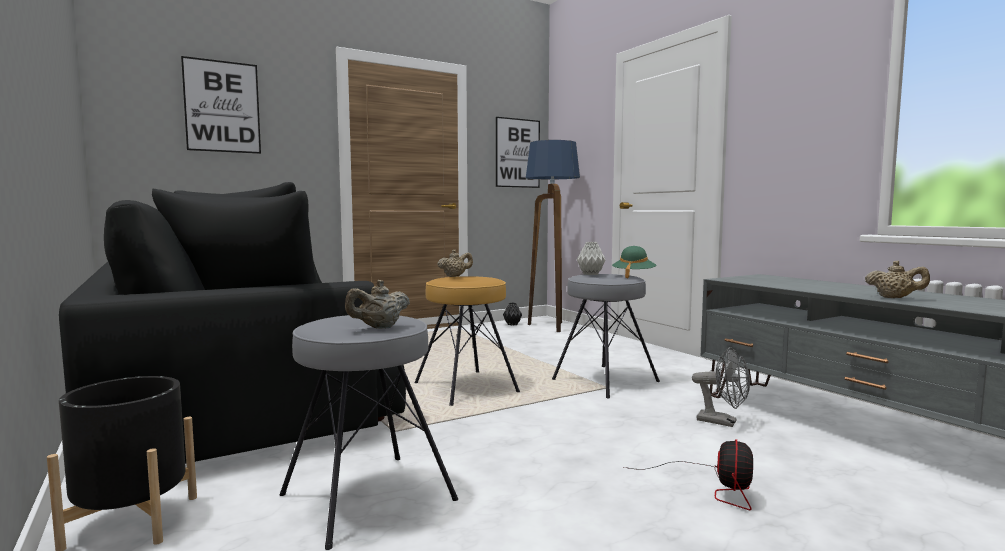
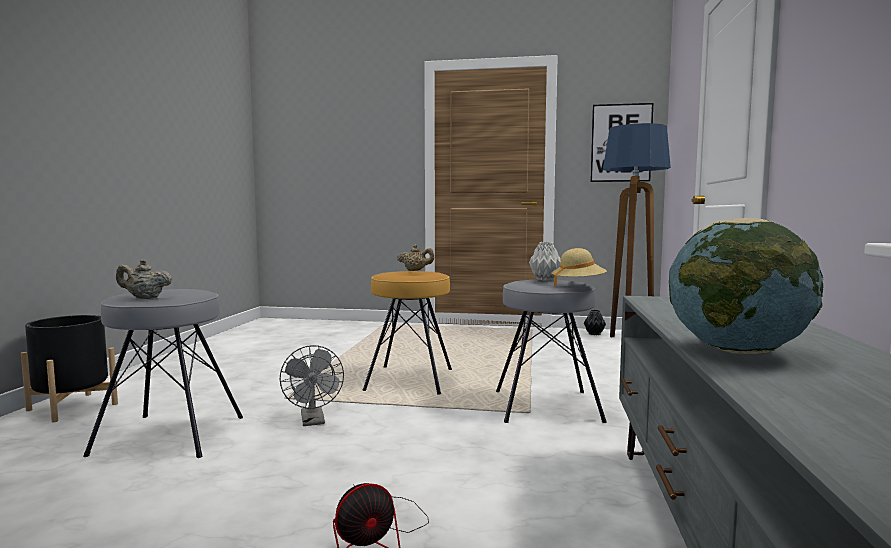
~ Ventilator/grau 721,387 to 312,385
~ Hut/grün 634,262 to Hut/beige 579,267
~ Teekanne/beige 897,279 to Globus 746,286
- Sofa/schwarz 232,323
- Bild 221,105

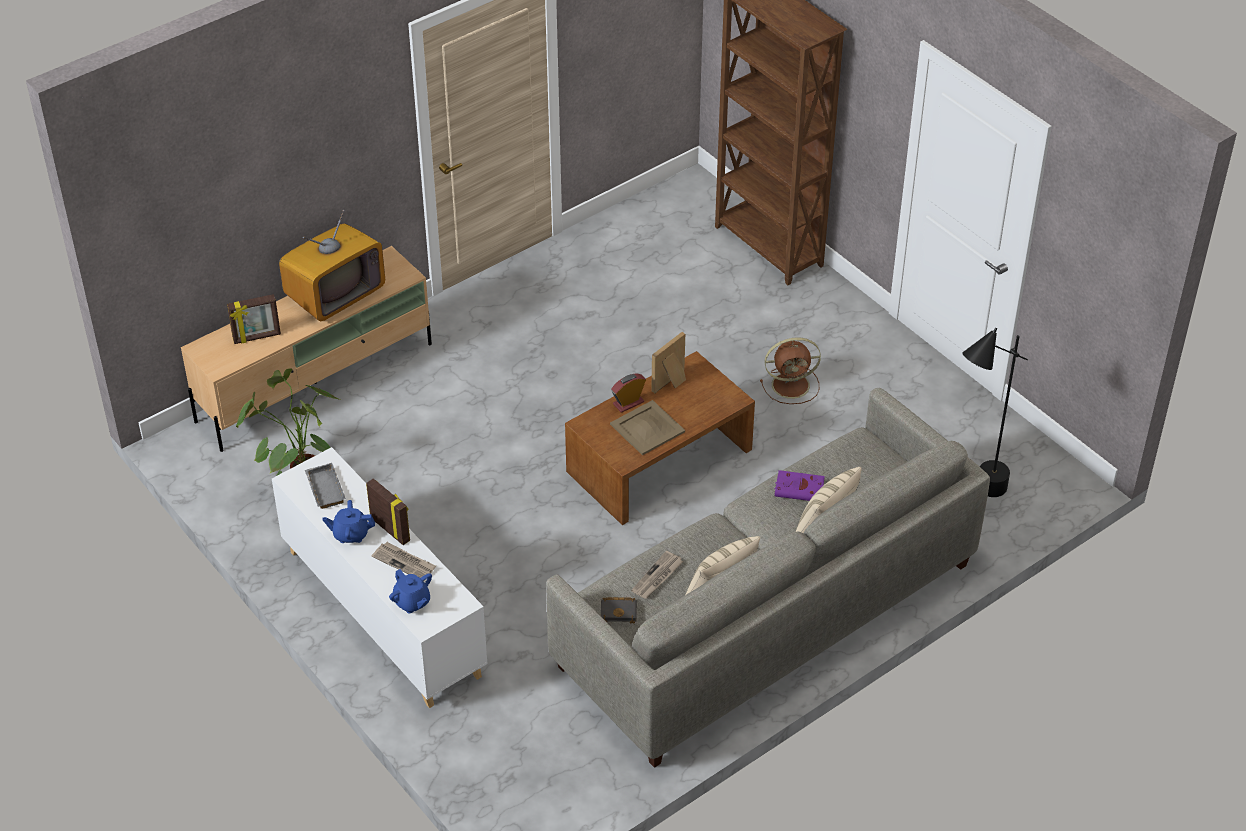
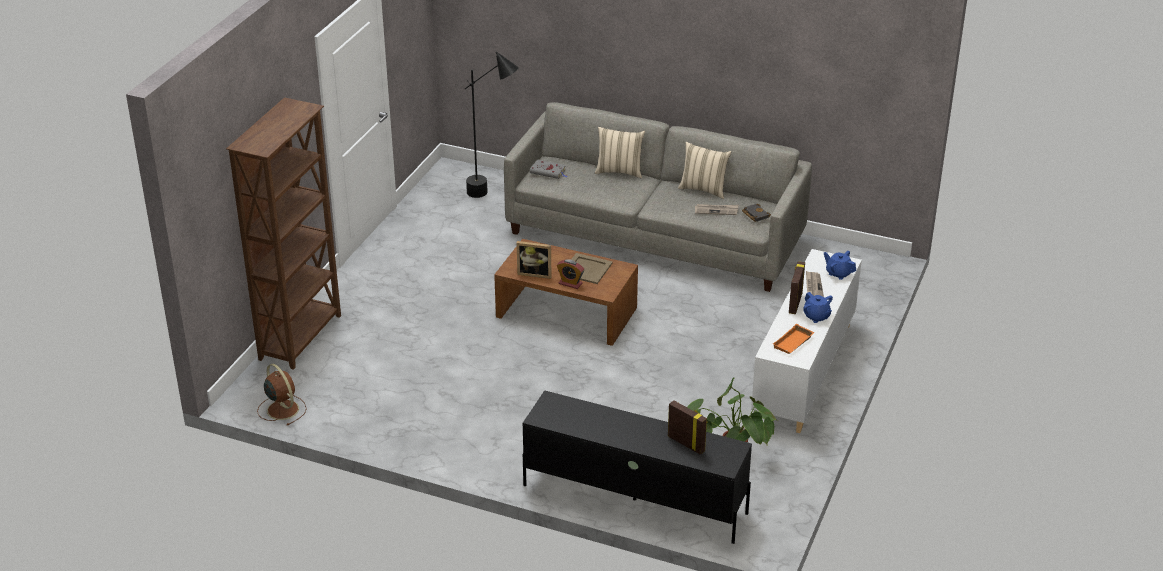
~ Ventilator/braun 790,370 to 282,394
~ Fernsehschrank/beige 306,349 to Fernsehschrank/schwarz 637,467
+ Buch/grau 548,169
~ Tablett/grau 325,486 to Tablett/orange 794,339
~ Teekanne/blau 410,591 = 840,265 75 degrees counterclockwise
- Fernseher 332,265
- Buch/lila 799,485

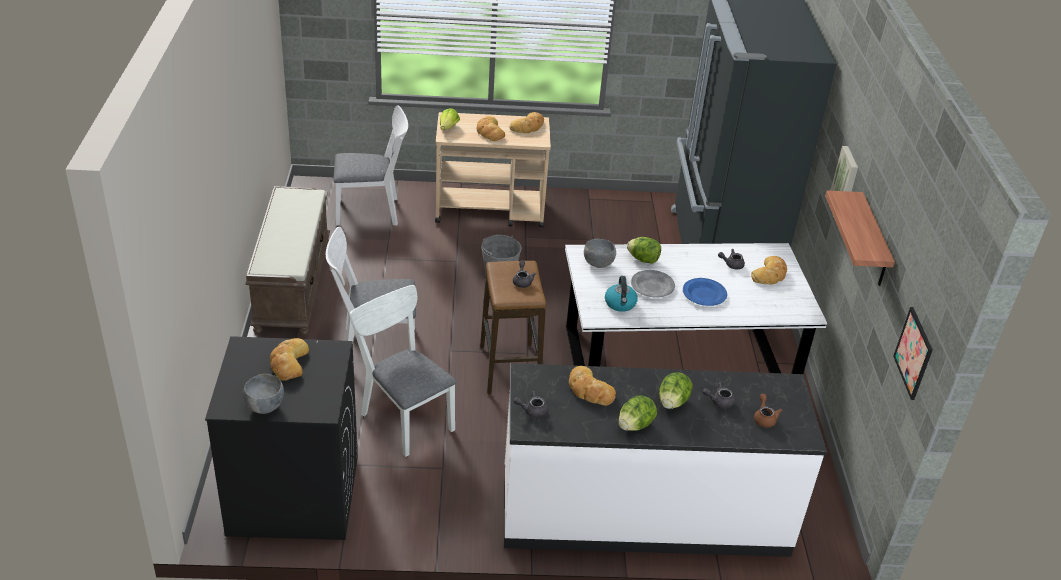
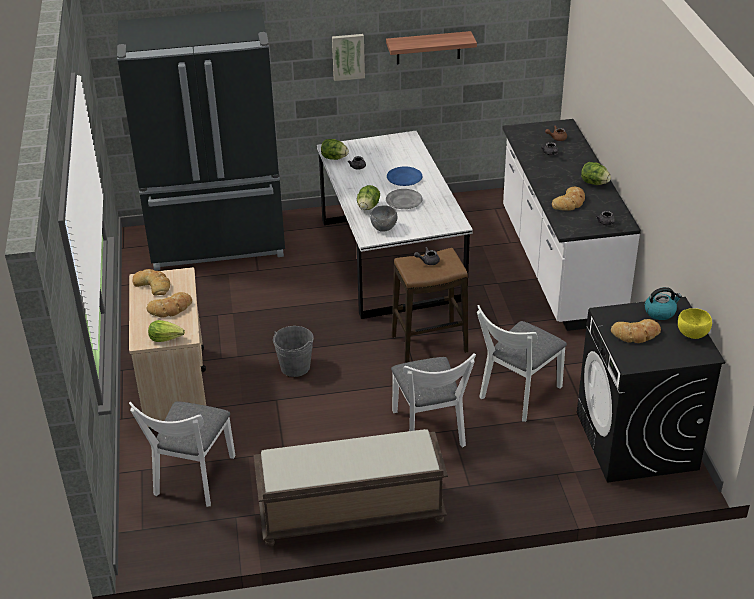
~ Stuhl/weiß 371,165 = 182,454 150 degrees counterclockwise
~ Salatkopf 676,390 to 335,149
~ Wasserkessel 621,294 to 663,303
~ Schüssel/grau 263,394 to Schüssel/gelb 695,323
- Brot 769,270
- Bild 913,353

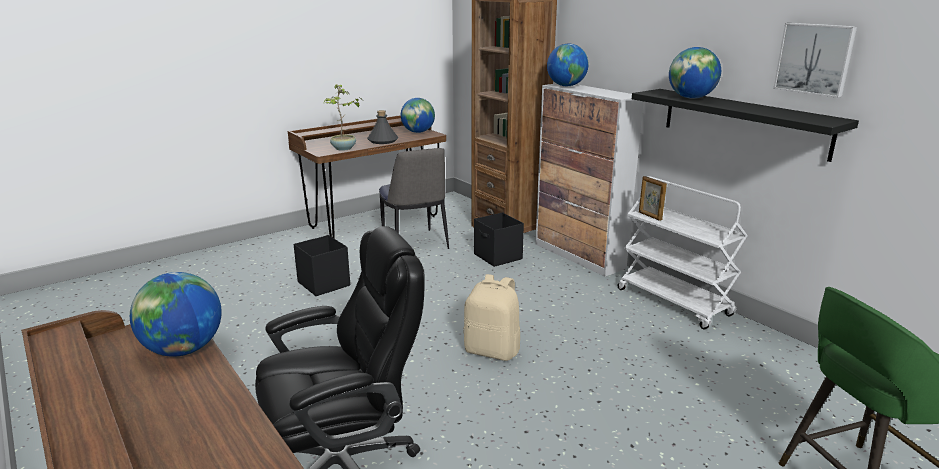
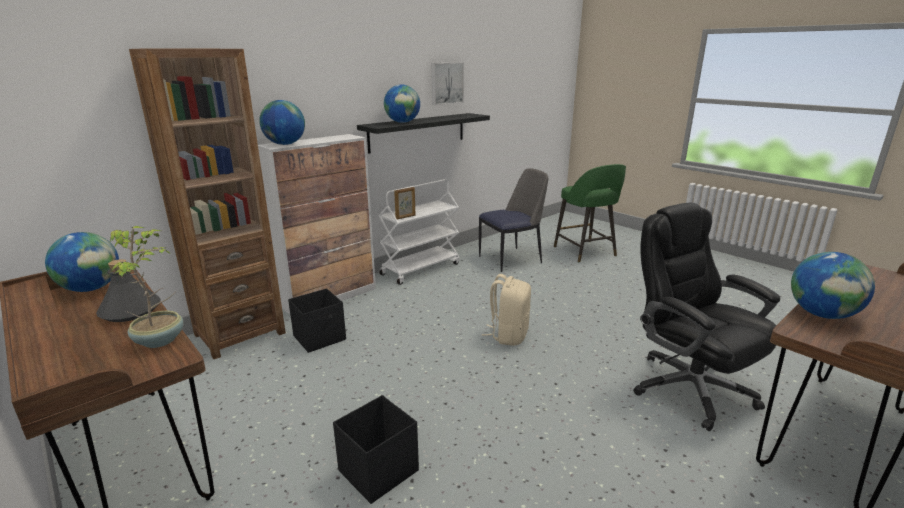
~ Stuhl 414,198 to 514,220

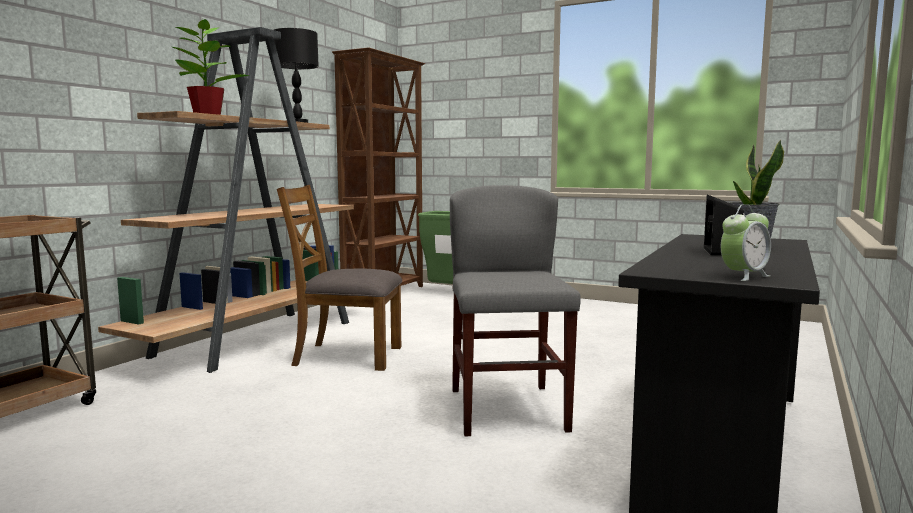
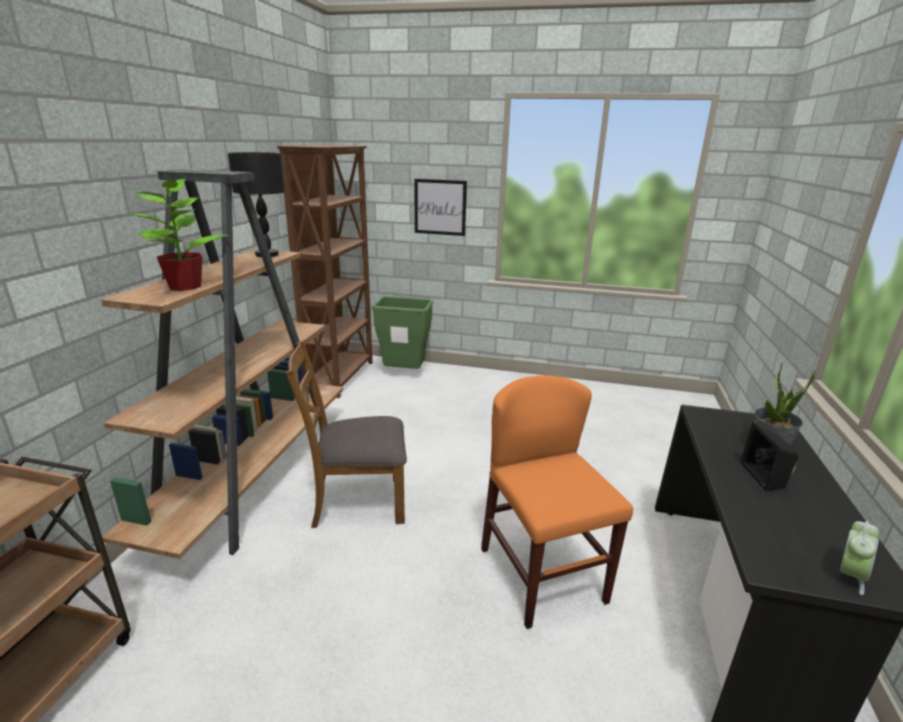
+ Bild 440,207
~ Stuhl/grau 515,310 to Stuhl/orange 557,502

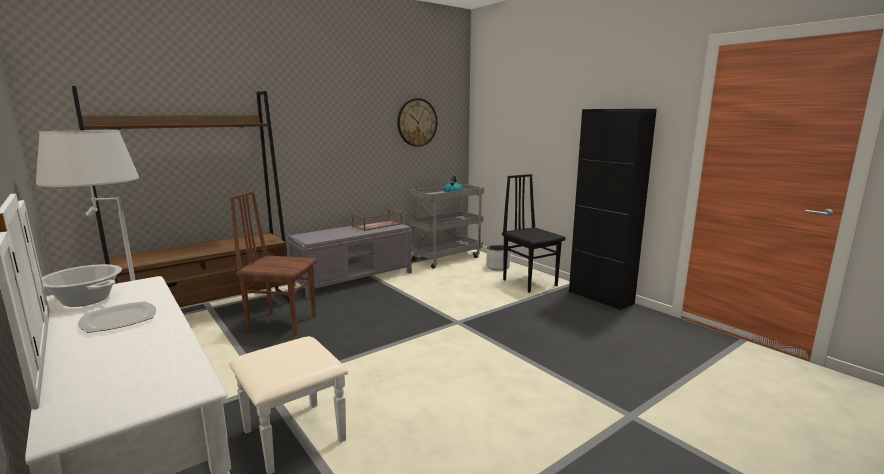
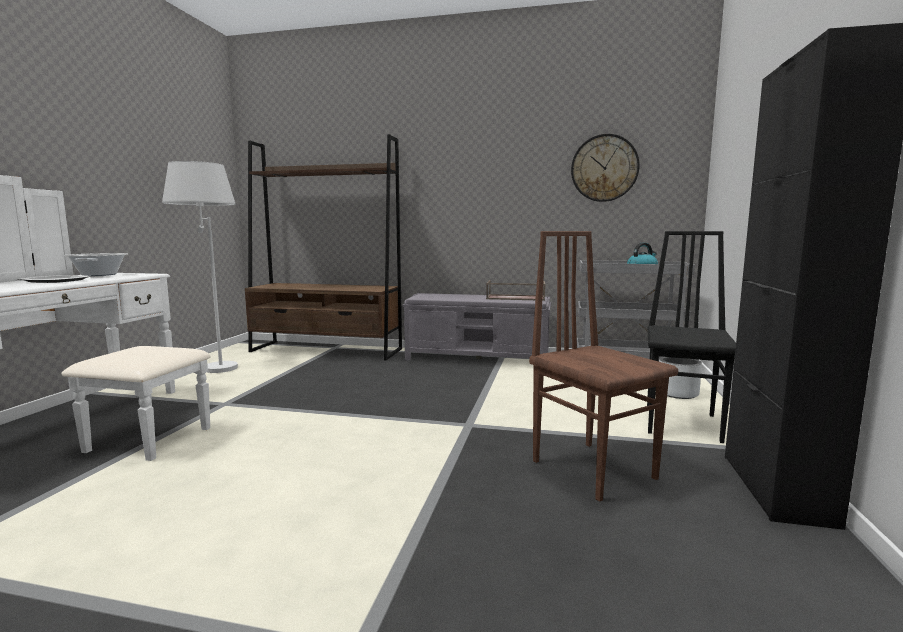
~ Stuhl/braun 273,263 to 603,366

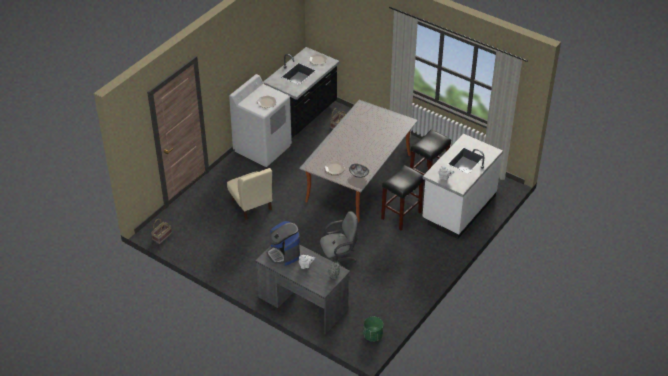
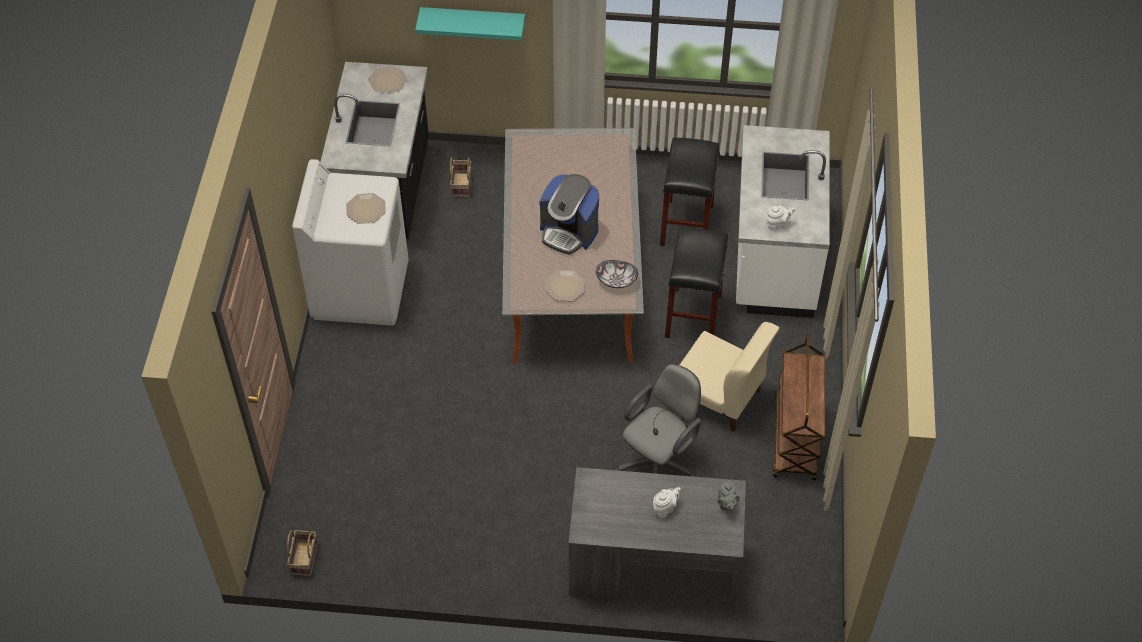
+ Wandregal/türkis 470,23
~ Kaffeemaschine 283,243 to 569,214
~ Stuhl/beige 249,194 to 729,377
+ Rollwagen/braun 799,407
- Pflanzkübel/grün 373,329

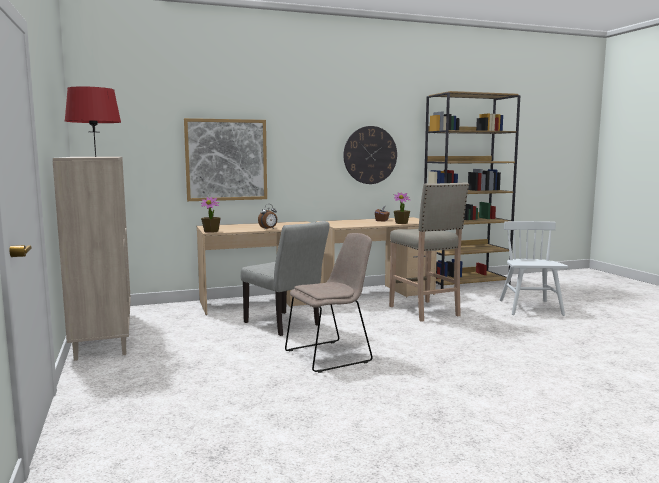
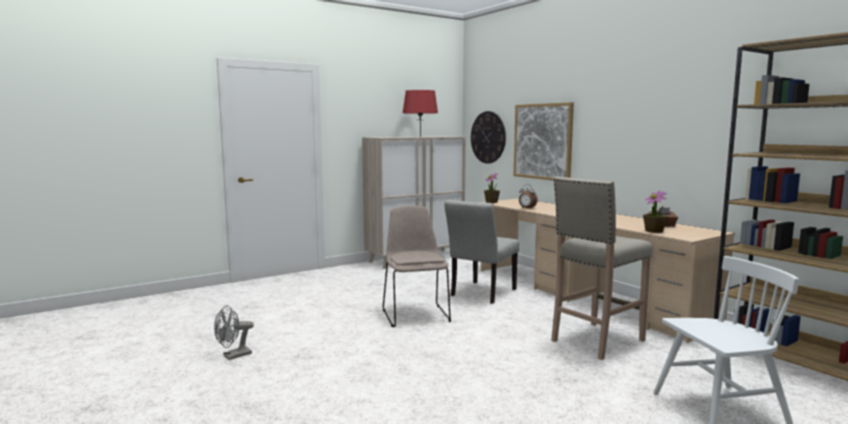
+ Ventilator/grau 234,332
~ Stuhl/beige 329,303 = 417,266 150 degrees counterclockwise
~ Wanduhr 370,155 to 488,137

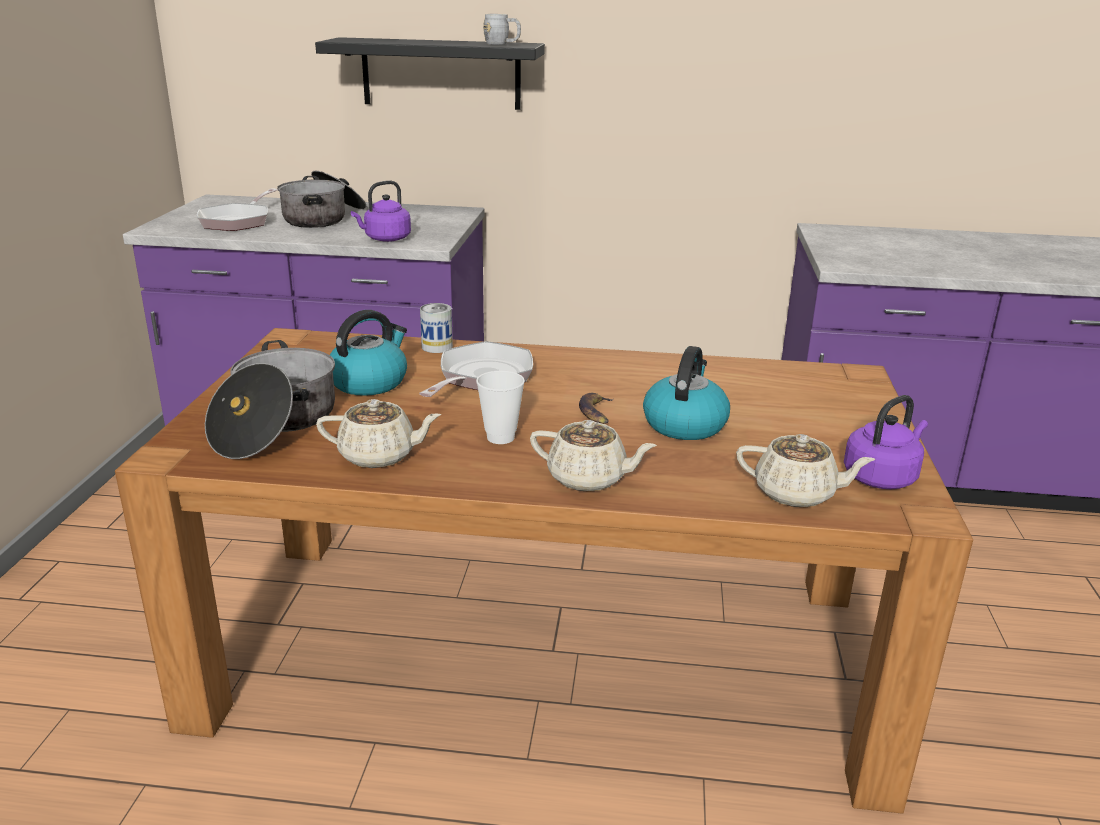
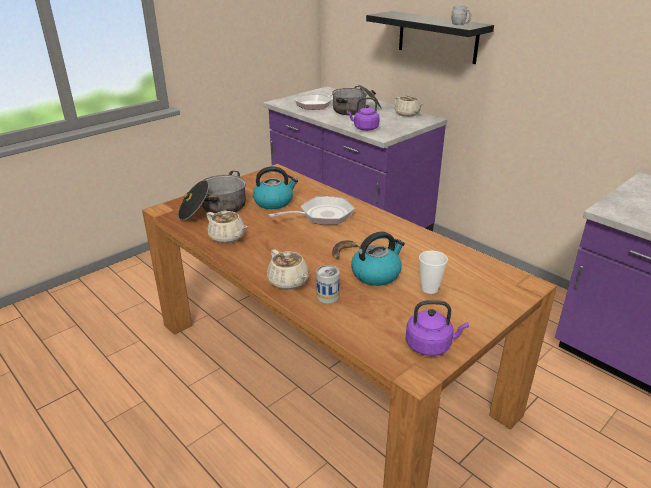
~ Dose 436,328 to 328,284
~ Teekanne/beige 806,471 to 409,105
~ Tasse 500,407 to 433,272

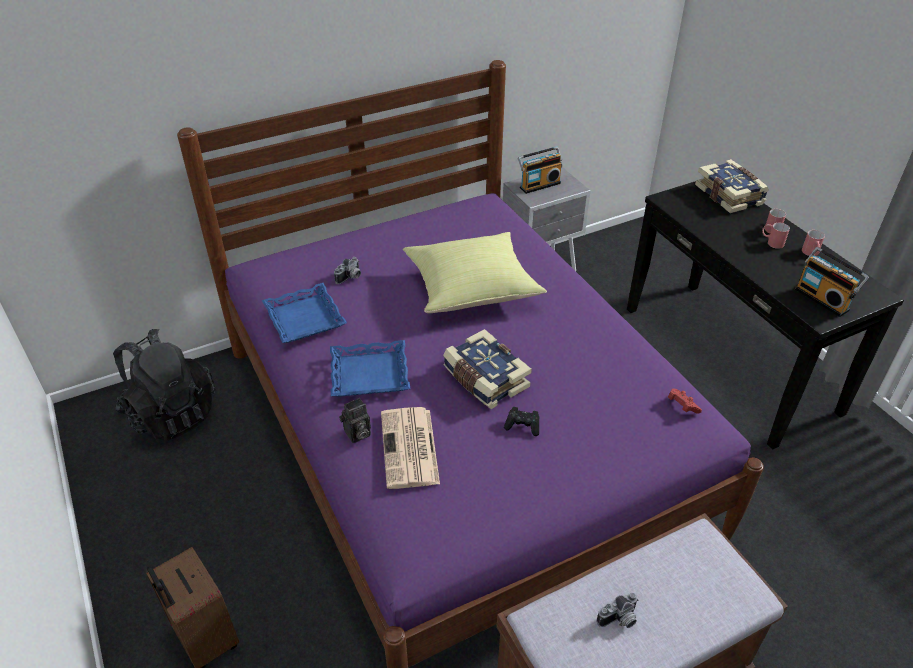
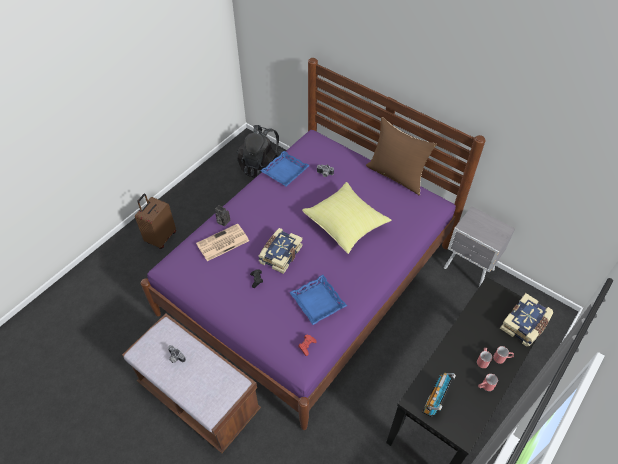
~ Tablett/blau 370,368 to 318,300
+ Kissen/braun 401,156
- Radio 540,170

